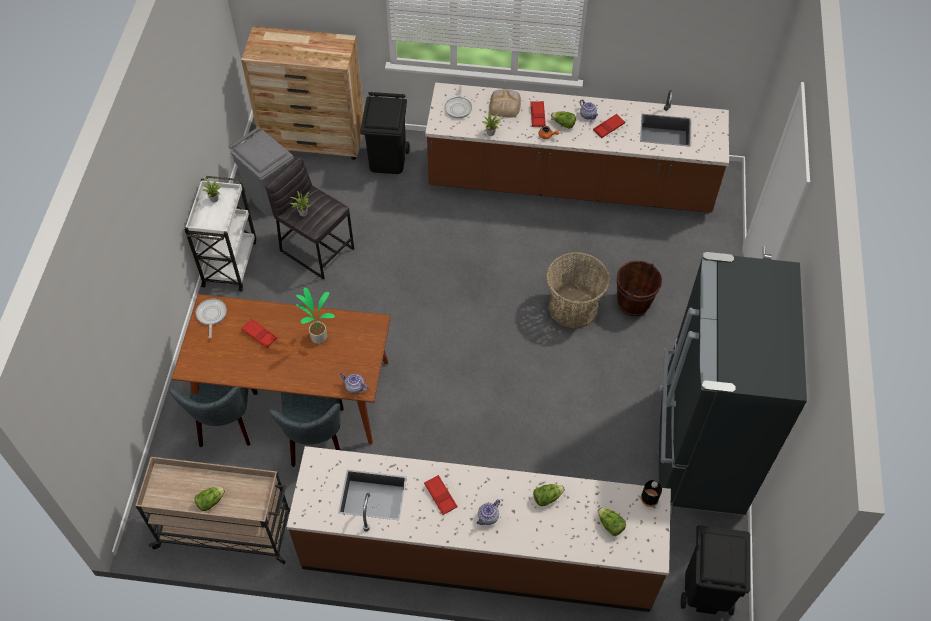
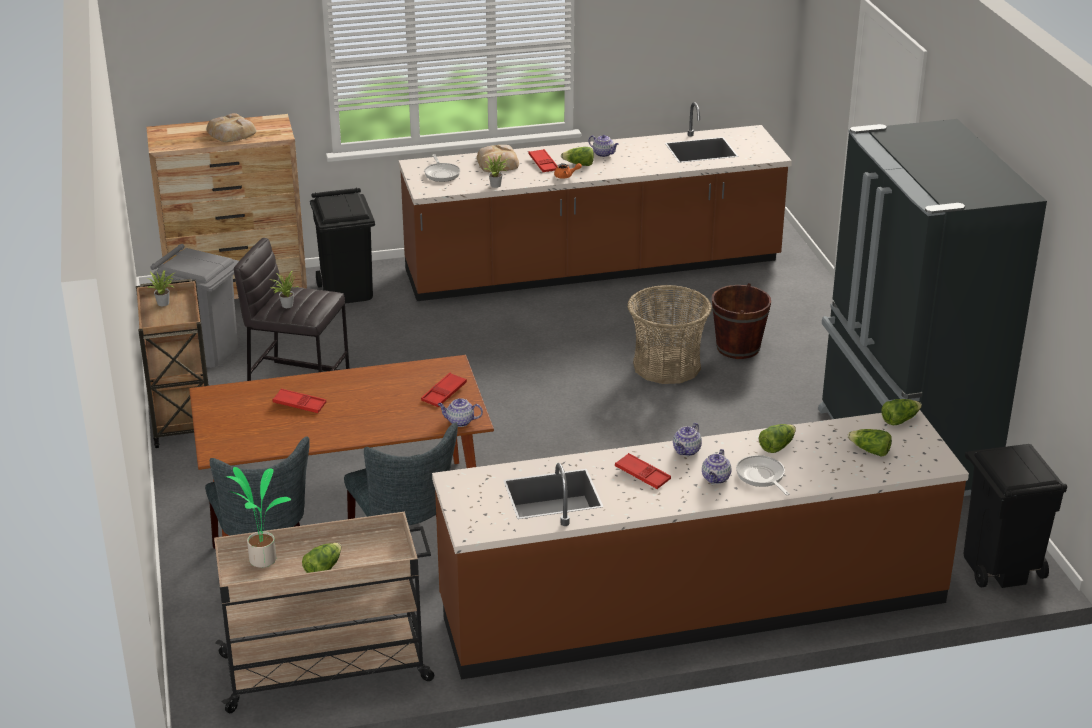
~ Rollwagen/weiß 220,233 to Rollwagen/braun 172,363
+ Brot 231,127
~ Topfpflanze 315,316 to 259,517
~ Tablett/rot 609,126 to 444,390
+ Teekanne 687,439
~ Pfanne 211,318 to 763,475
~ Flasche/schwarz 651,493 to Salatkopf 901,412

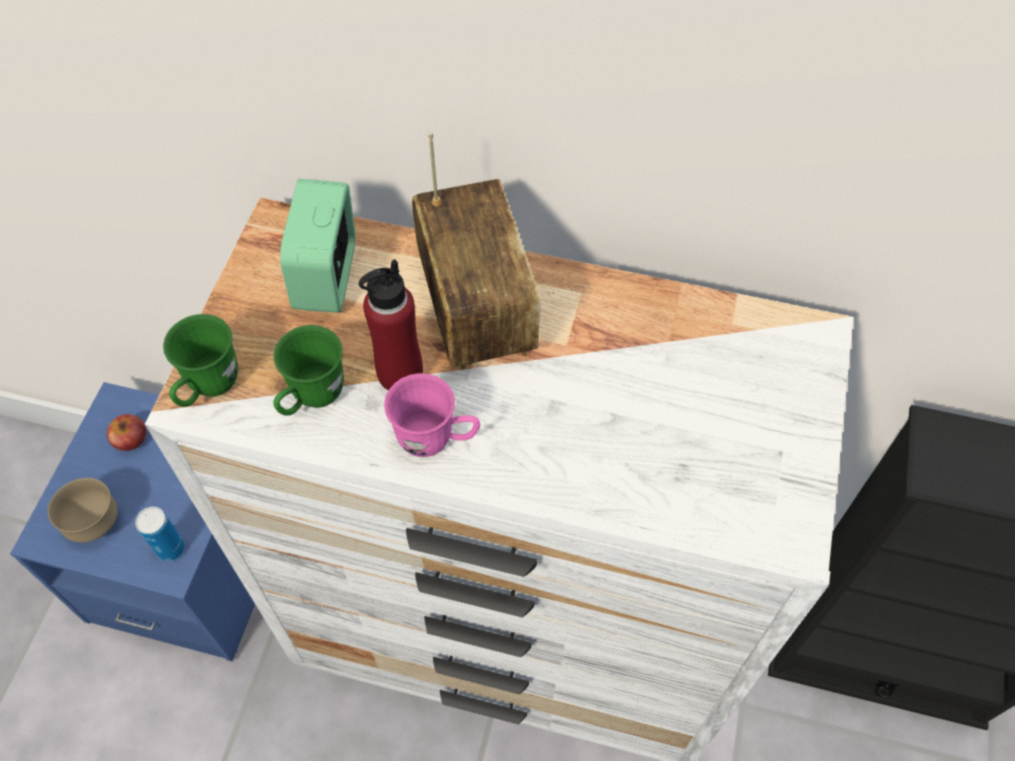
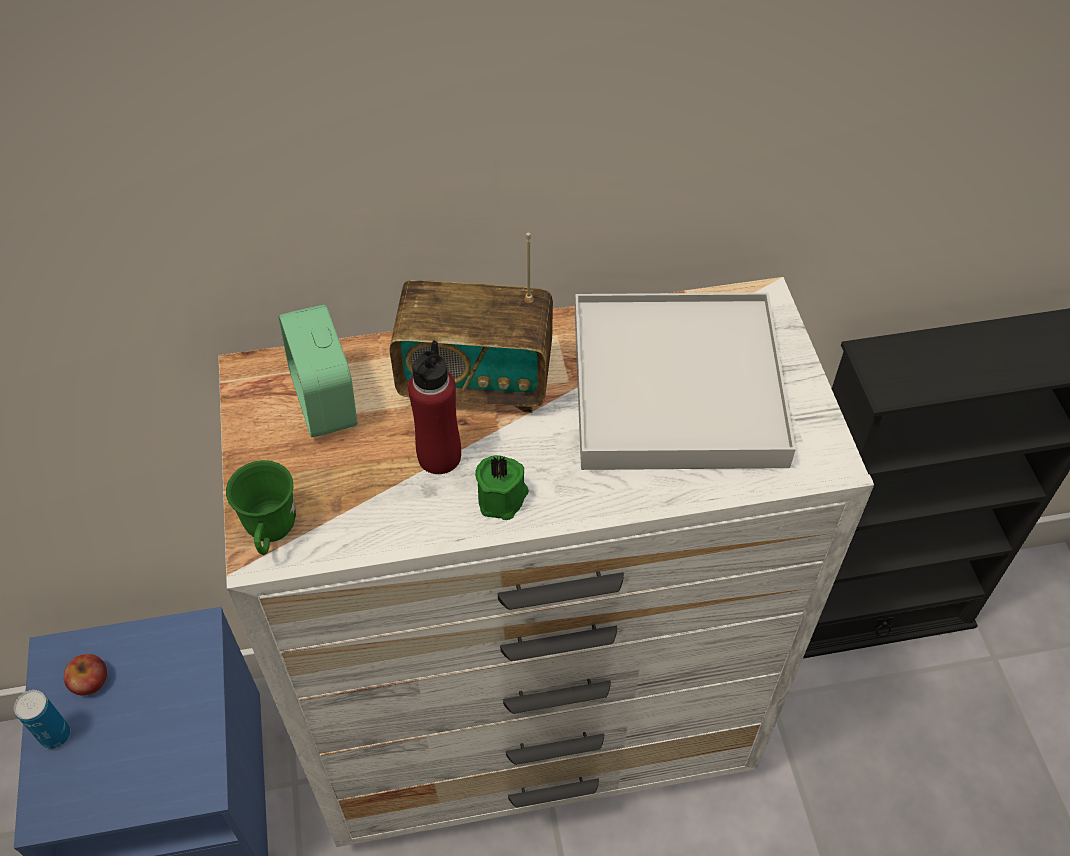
~ Dose 160,534 to 42,719
~ Radio 476,251 = 471,323 135 degrees clockwise
~ Henkelbecher/rosa 432,415 to Kerze/grün 502,487
+ Tablett/weiß 685,381
- Schüssel/braun 83,510
- Henkelbecher/grün 308,370

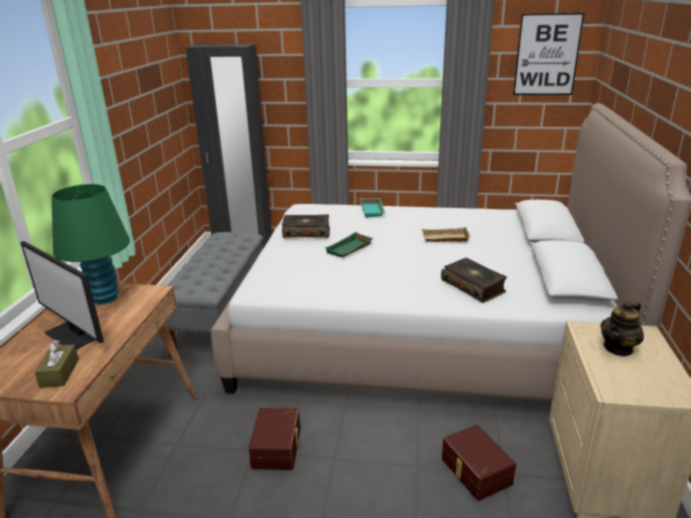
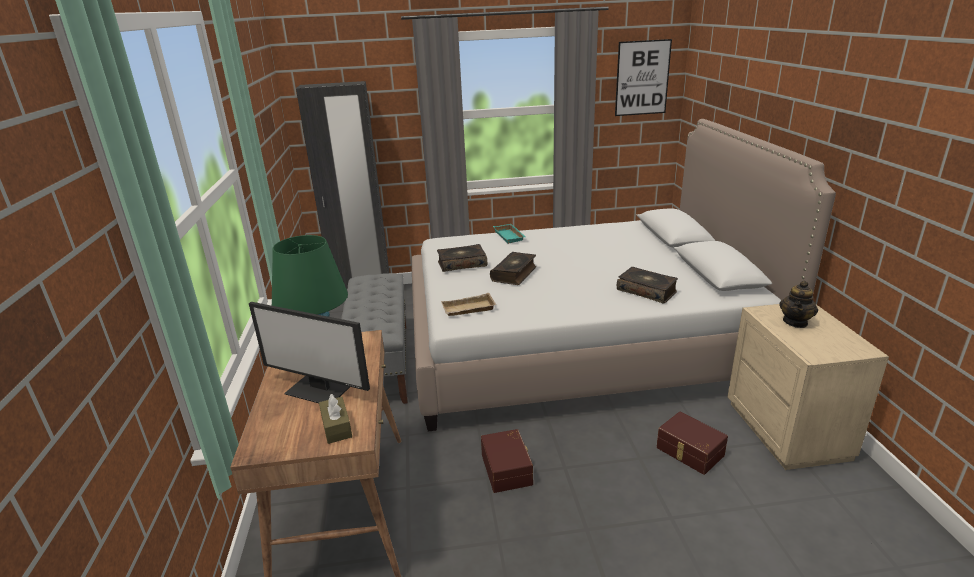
~ Tablett/beige 446,234 to 468,304
~ Tablett/grün 349,245 to Buch 513,268

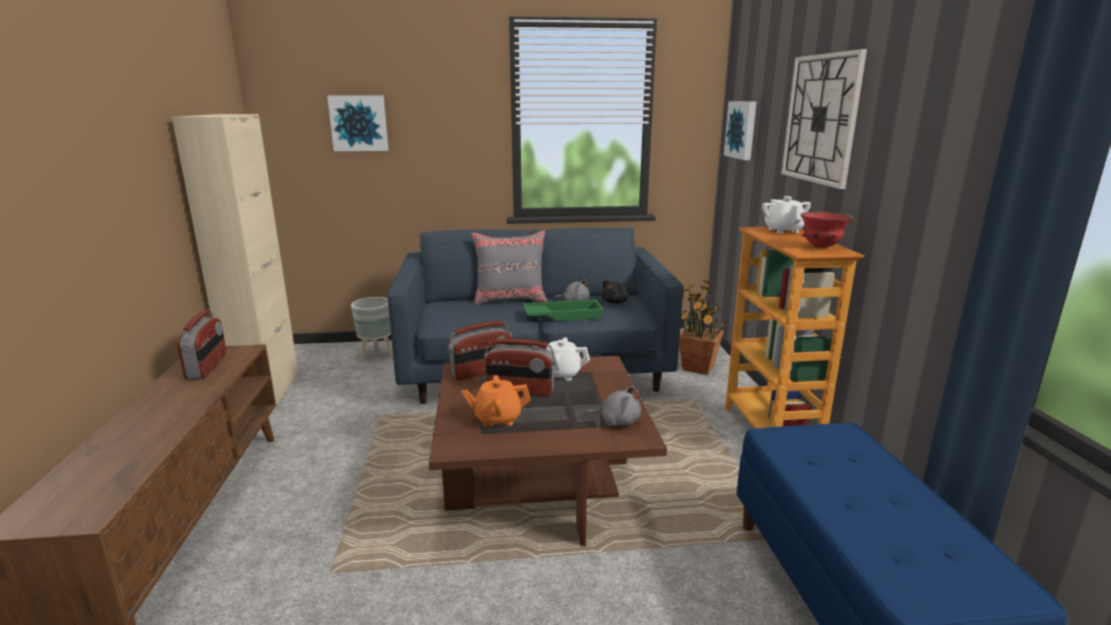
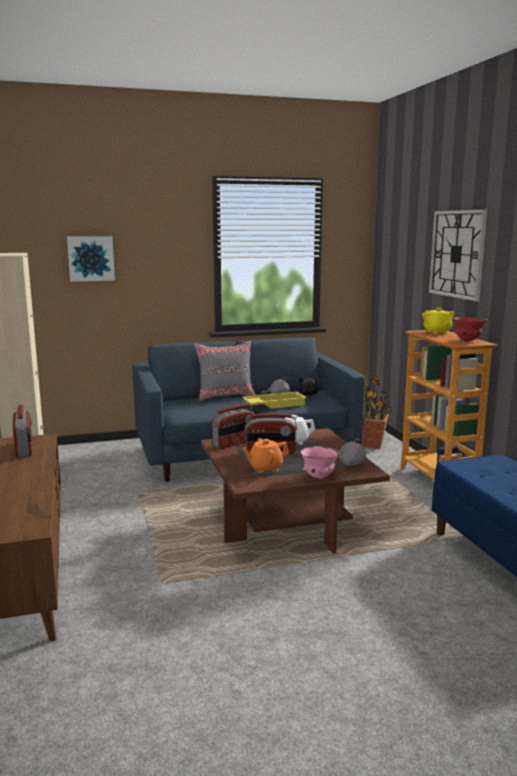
~ Tablett/grün 563,310 to Tablett/gelb 274,400
+ Schüssel/rosa 320,462
~ Teekanne/weiß 786,214 to Teekanne/gelb 438,321
- Pflanzkübel/grau 372,330
- Bild 740,130

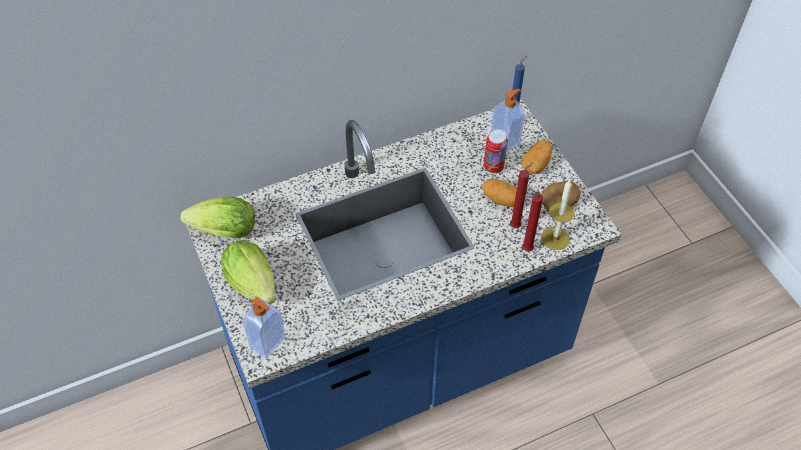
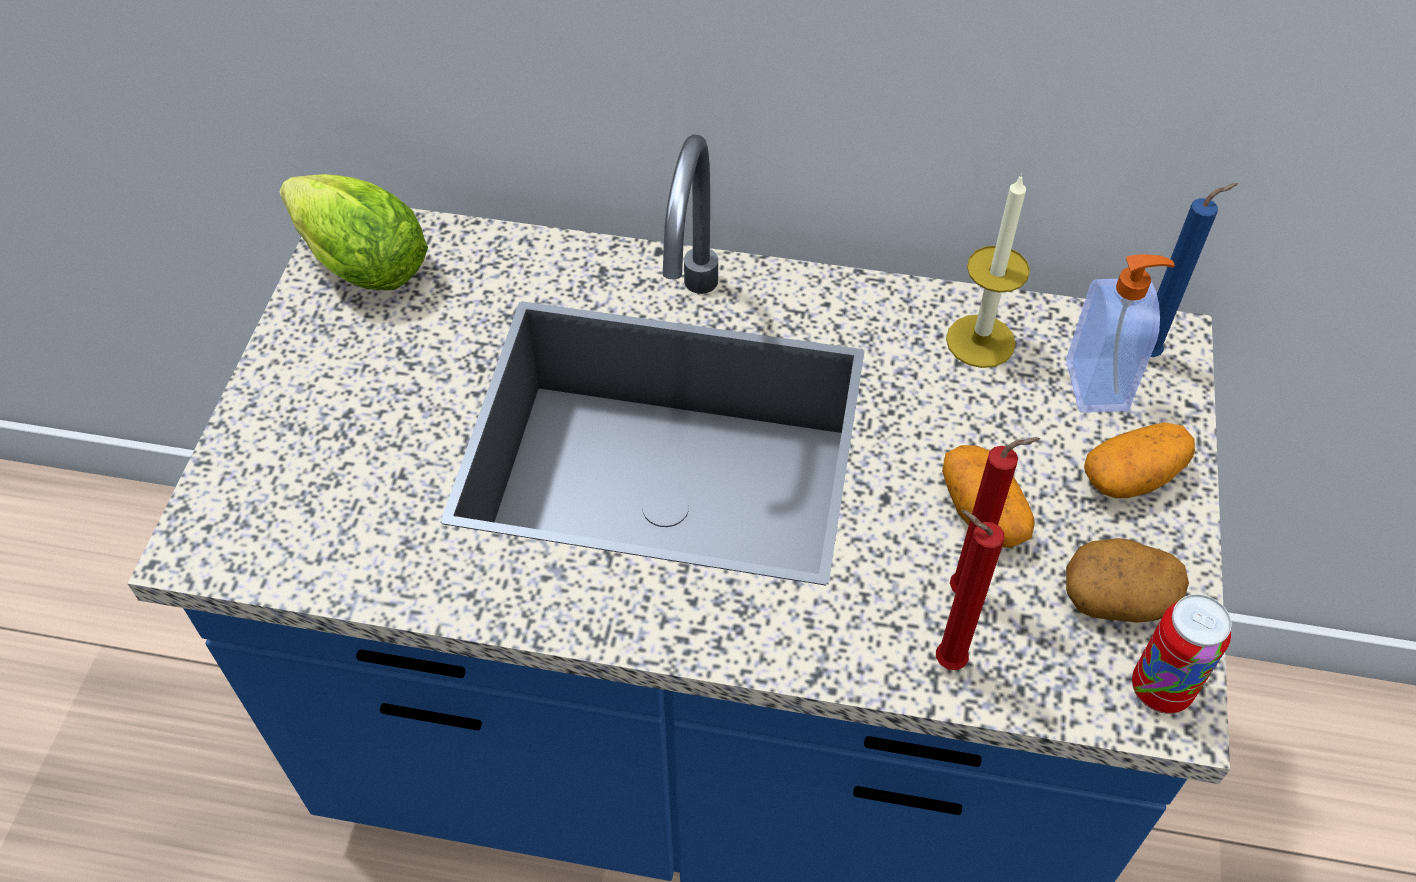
~ Kerze 557,214 to 988,270
~ Dose 496,151 to 1182,654
- Salatkopf 248,272
- Seifenspender 264,327

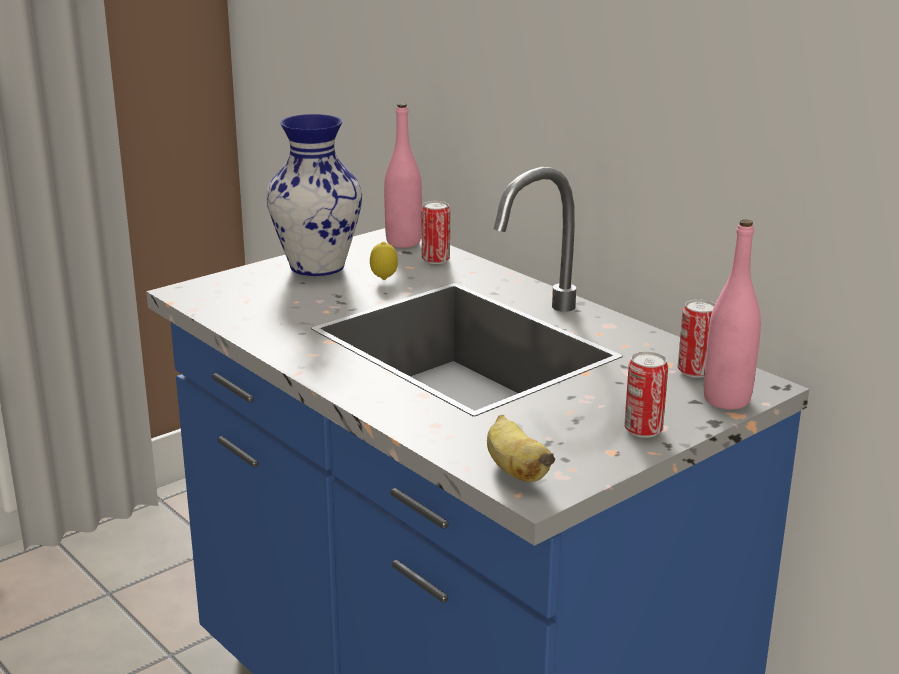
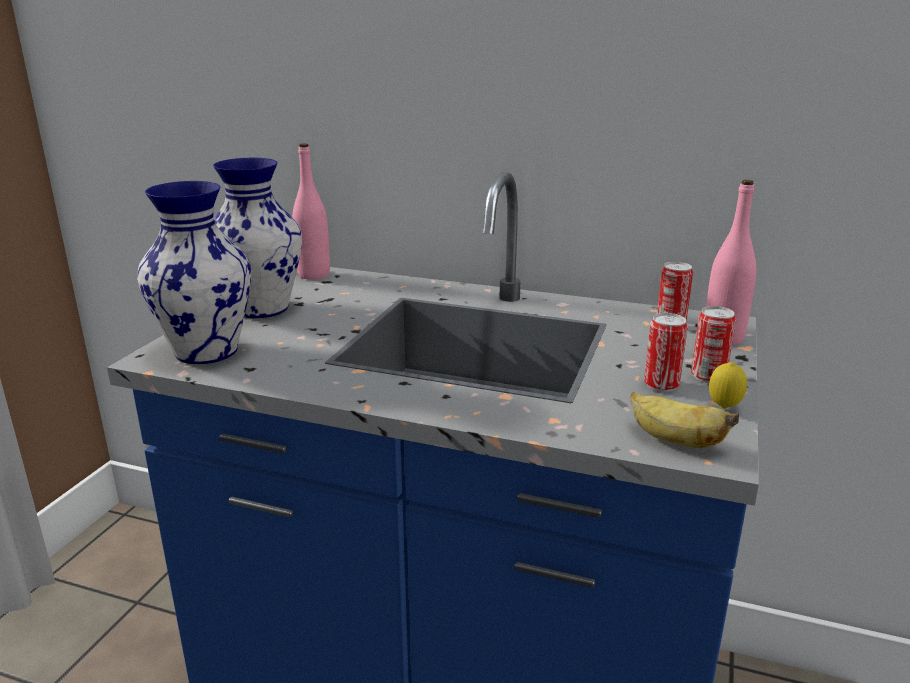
+ Vase 194,272
~ Dose 436,232 to 666,352
~ Zitrone 384,261 to 728,385

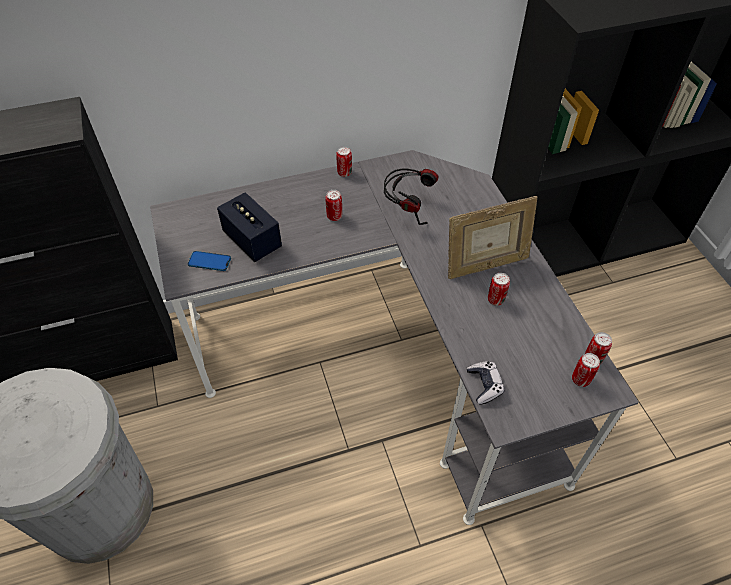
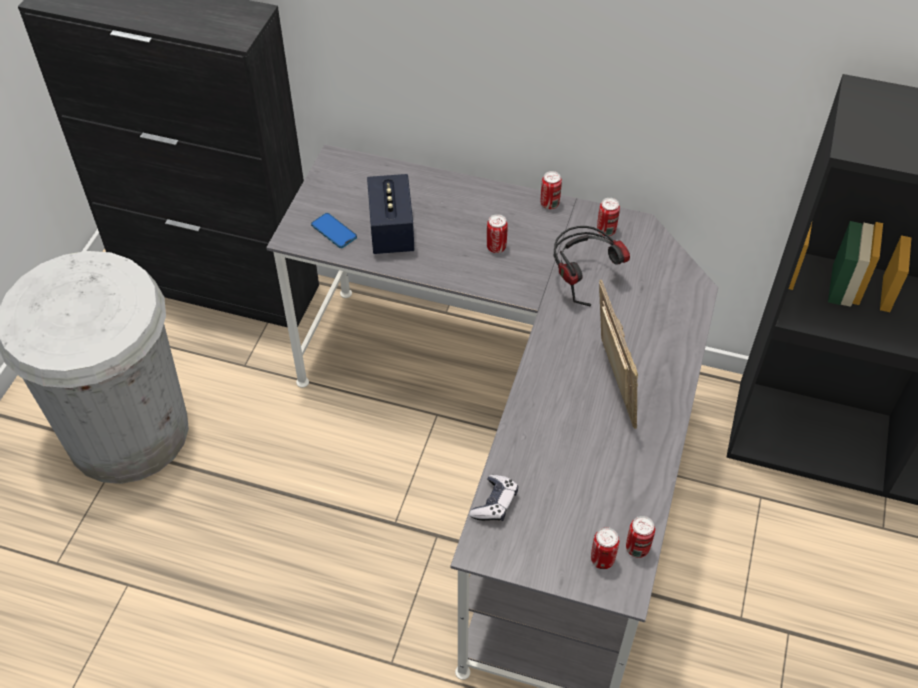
~ Dose 499,289 to 608,217
~ Bilderrahmen 492,237 = 618,354 120 degrees counterclockwise

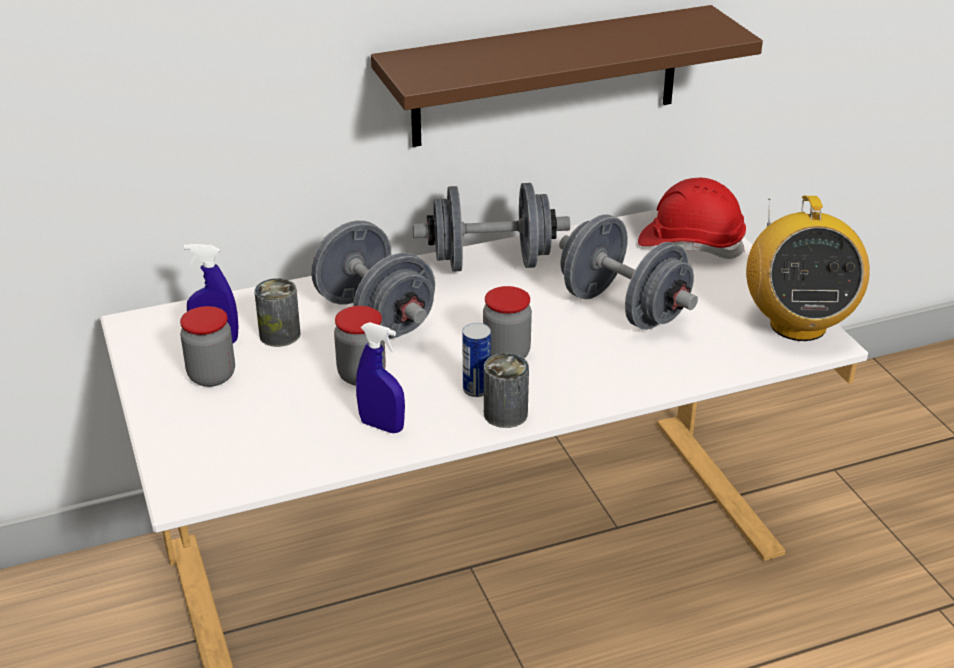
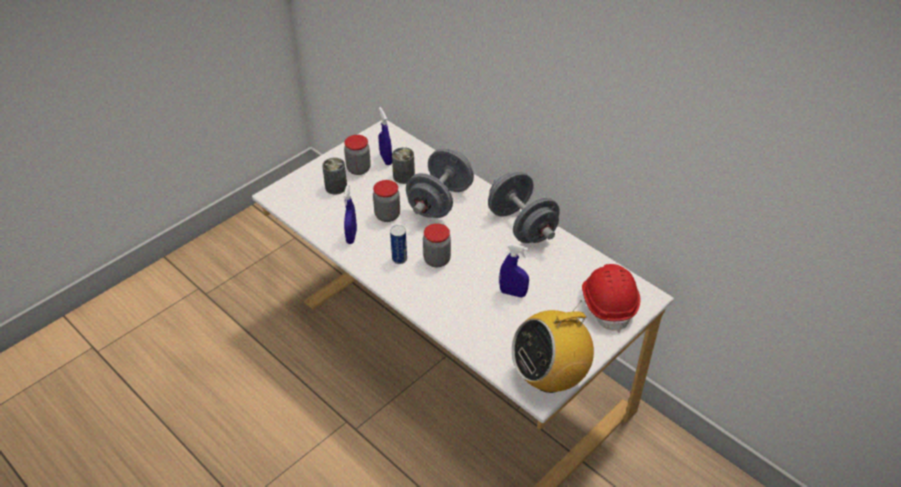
~ Dose 506,390 to 334,176
~ Hantel/grau 628,272 to Sprühflasche/blau 514,271
- Wandregal/braun 567,76

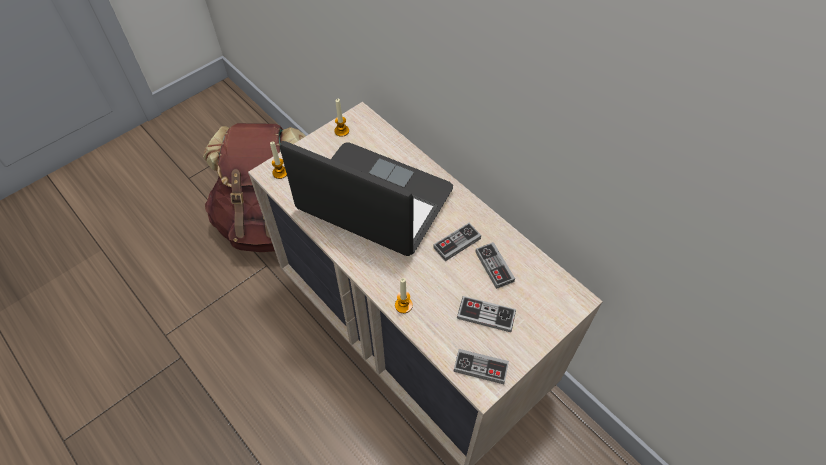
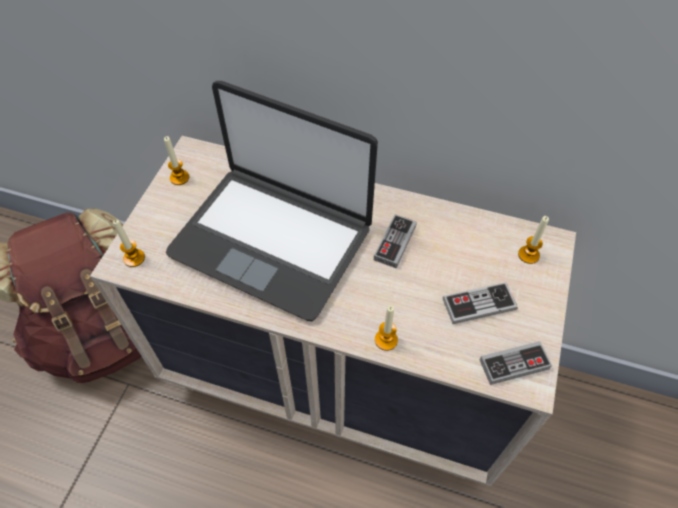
~ Laptop 366,198 = 272,201 150 degrees counterclockwise
+ Kerze 533,240
- Gamepad 495,265

